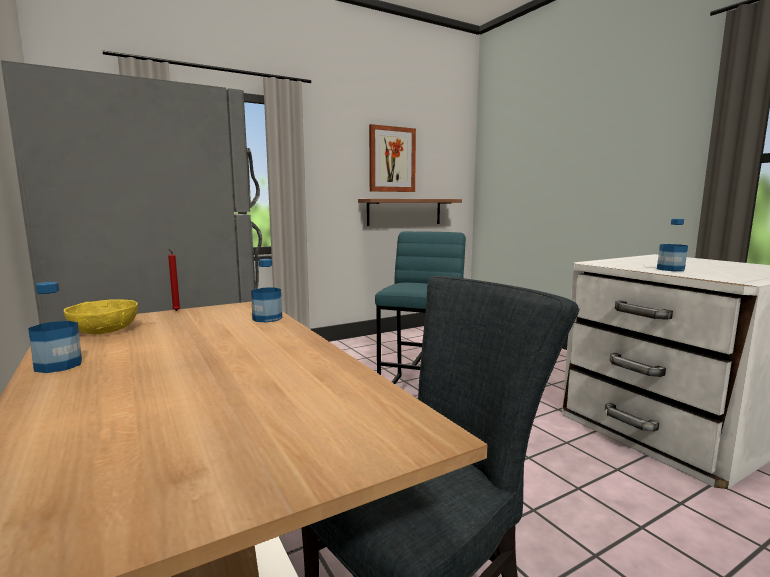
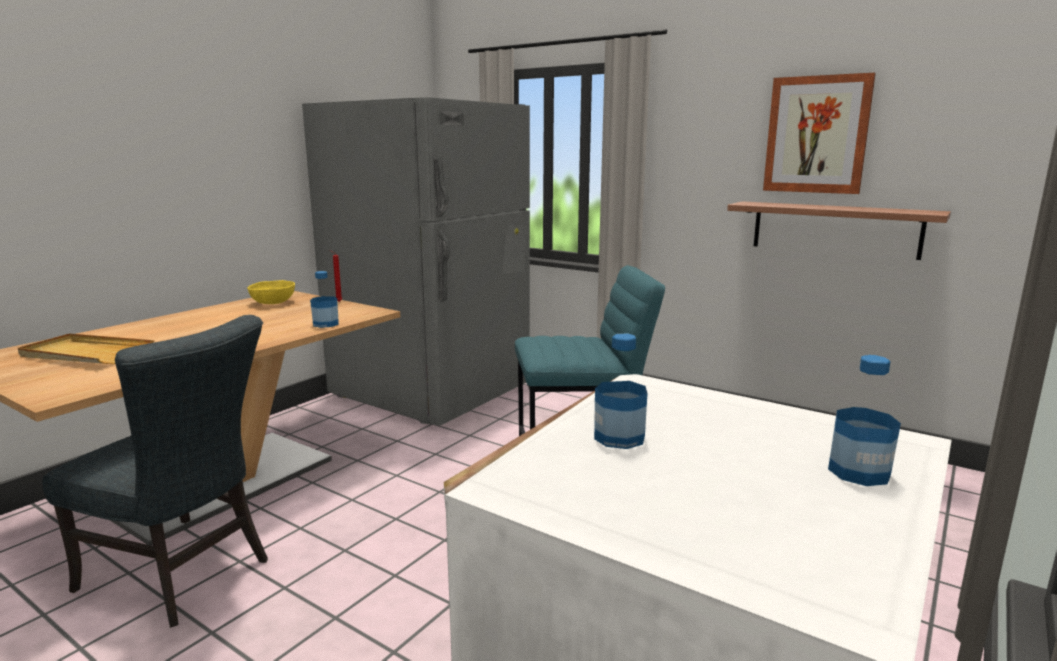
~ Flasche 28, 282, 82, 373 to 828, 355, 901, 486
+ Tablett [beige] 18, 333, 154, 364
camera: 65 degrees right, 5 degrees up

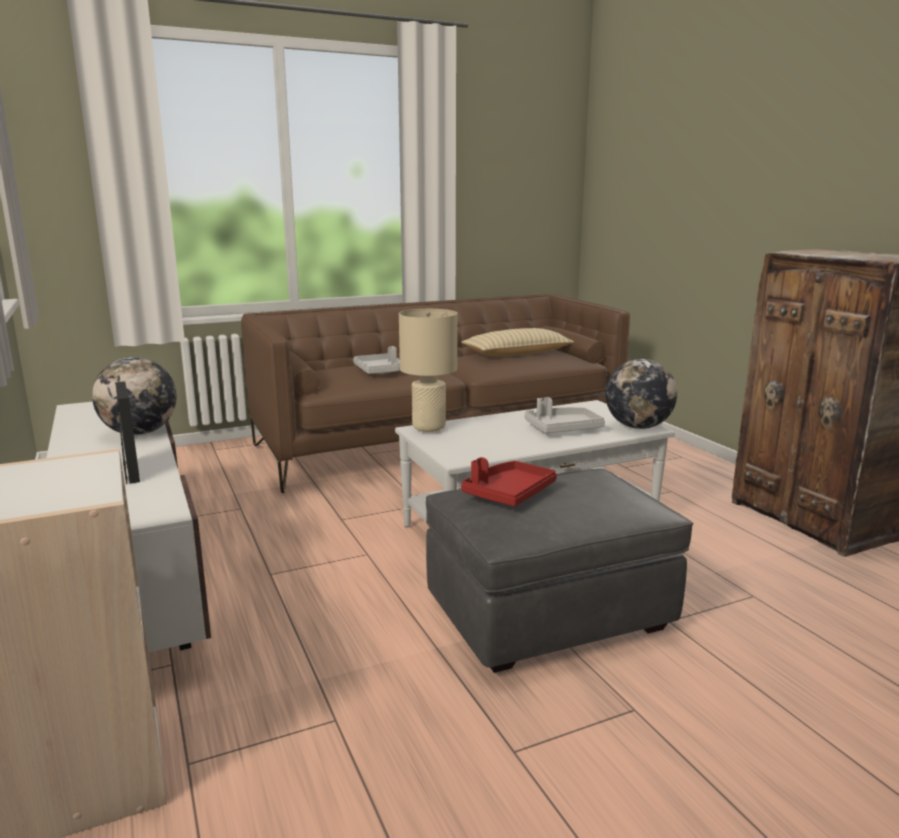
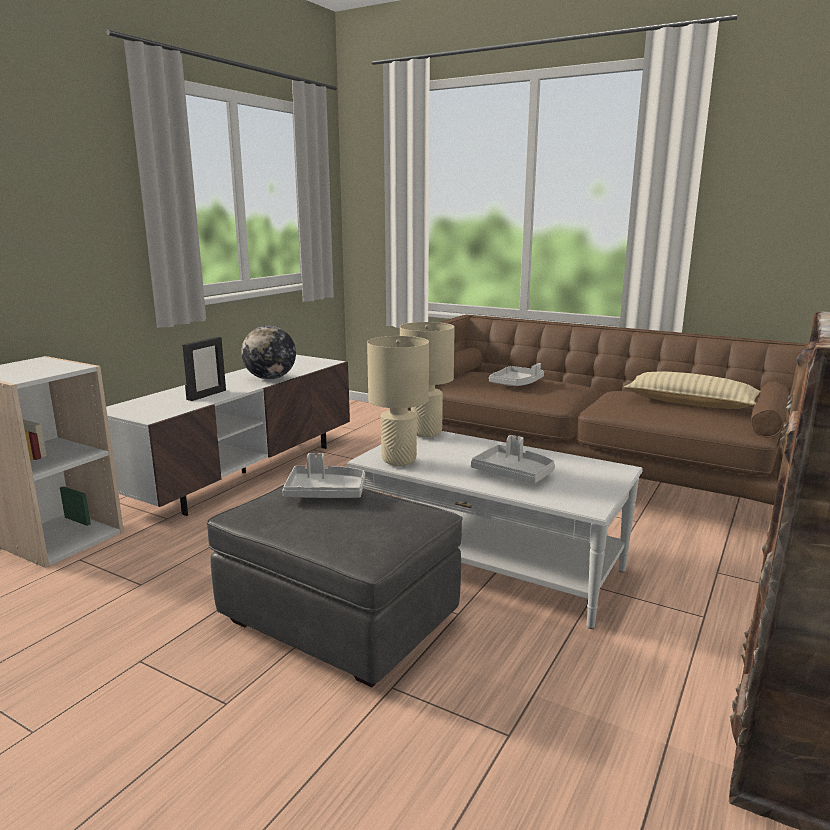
~ Tablett [rot] 461, 457, 557, 506 to Tablett [grau] 282, 453, 365, 498
- Globus 605, 359, 677, 429
+ Tischlampe [beige] 367, 336, 429, 466
camera: 55 degrees right, 0 degrees up

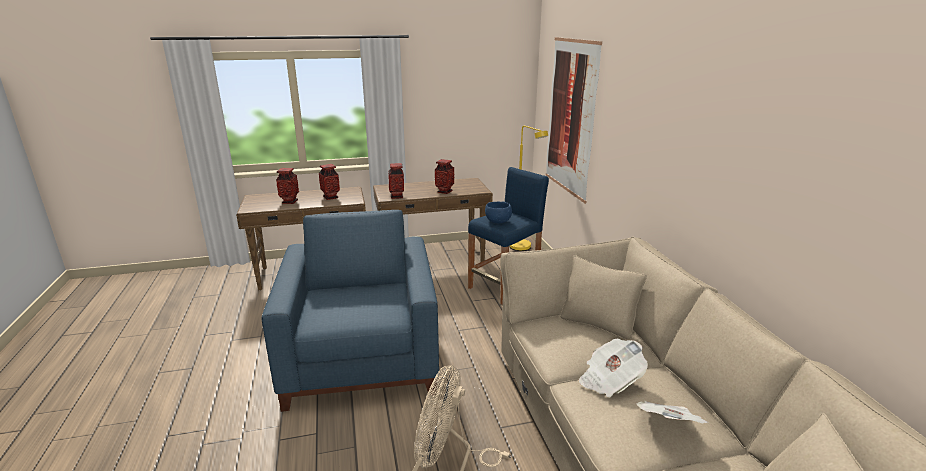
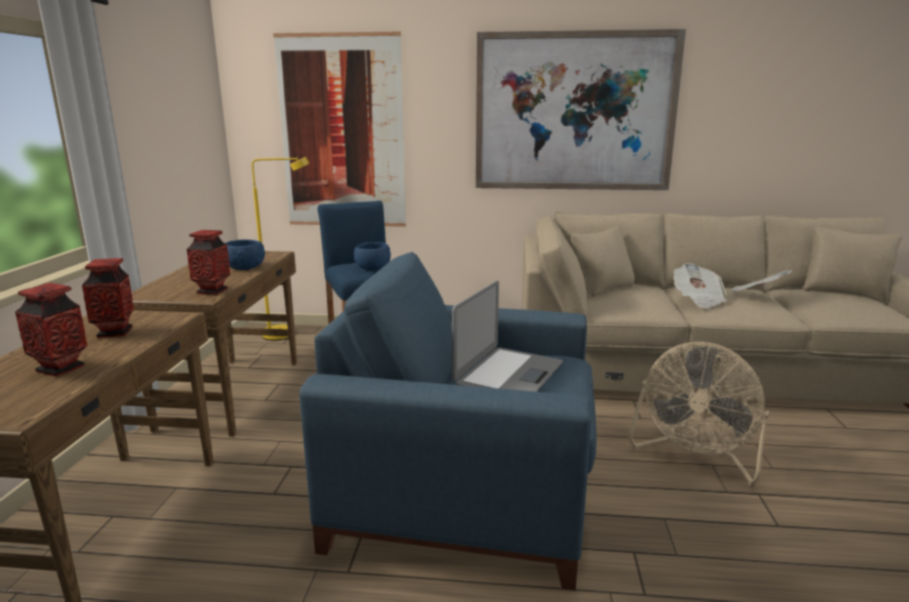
~ Vase 435, 159, 454, 194 to Schüssel [blau] 225, 239, 265, 270
+ Laptop 452, 281, 563, 392
+ Bild 476, 29, 686, 190
camera: 70 degrees left, 5 degrees down

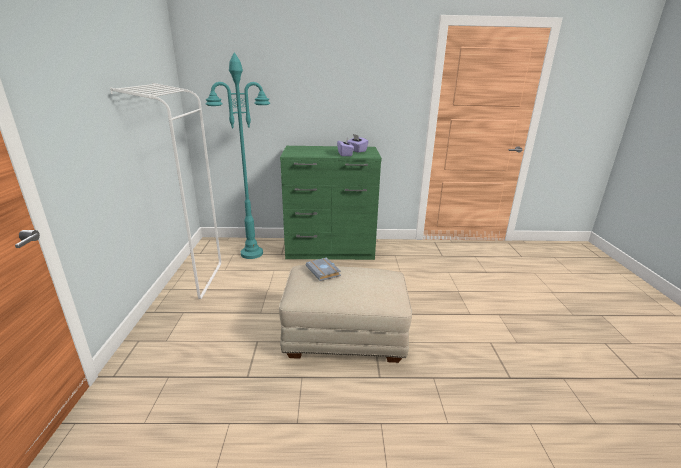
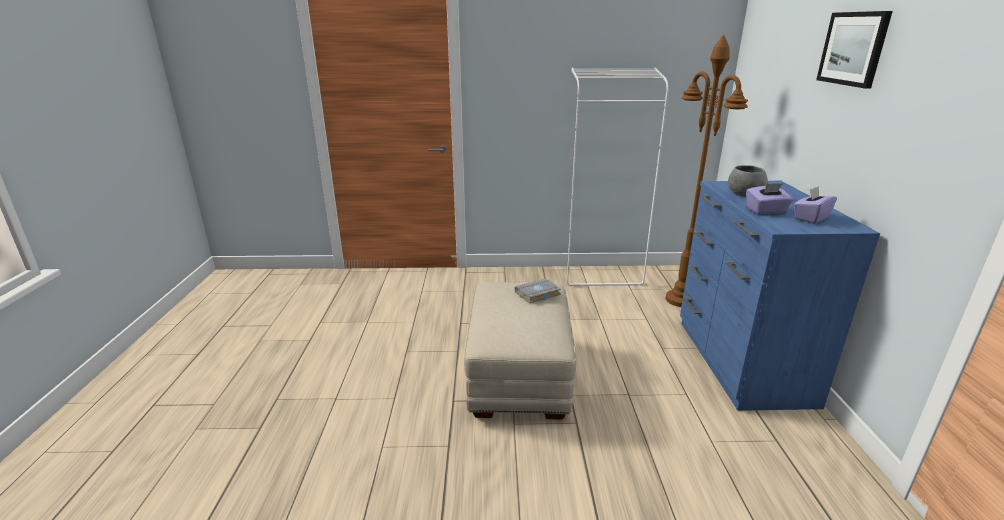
~ Stehlampe [türkis] 206, 52, 270, 259 to Stehlampe [braun] 666, 34, 748, 307
~ Kommode [grün] 280, 146, 382, 260 to Kommode [blau] 680, 181, 880, 411
+ Schüssel [grau] 728, 165, 768, 197
+ Bild 816, 11, 893, 89
camera: 90 degrees right, 0 degrees up

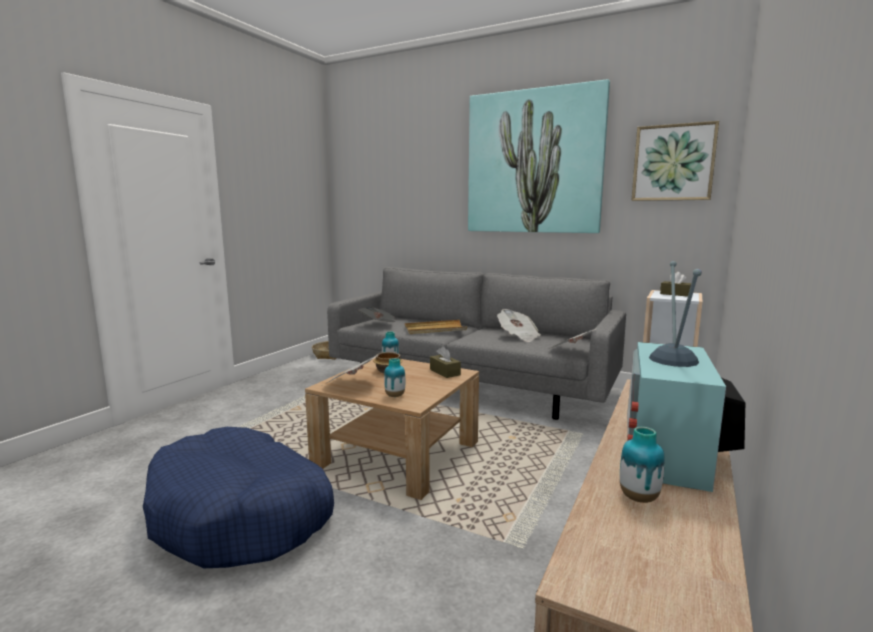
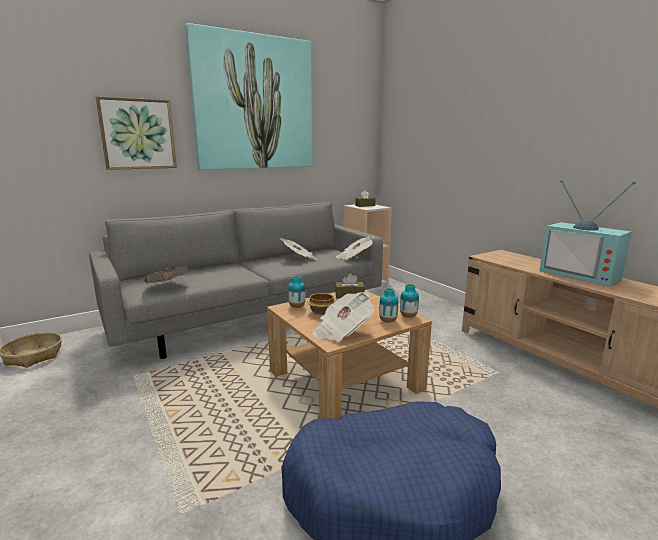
- Tablett [beige] 405, 320, 467, 334
~ Vase 620, 427, 665, 503 to 400, 284, 419, 318
~ Bild 631, 121, 719, 201 to 96, 96, 177, 170
camera: 60 degrees left, 5 degrees up

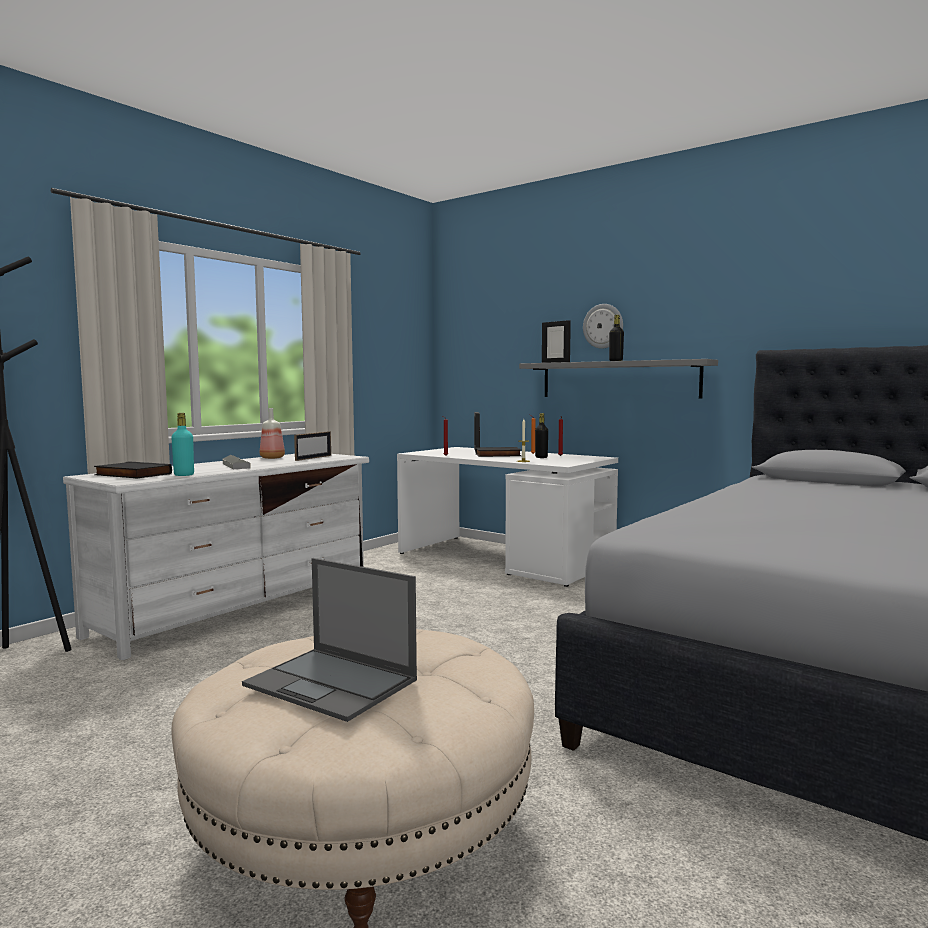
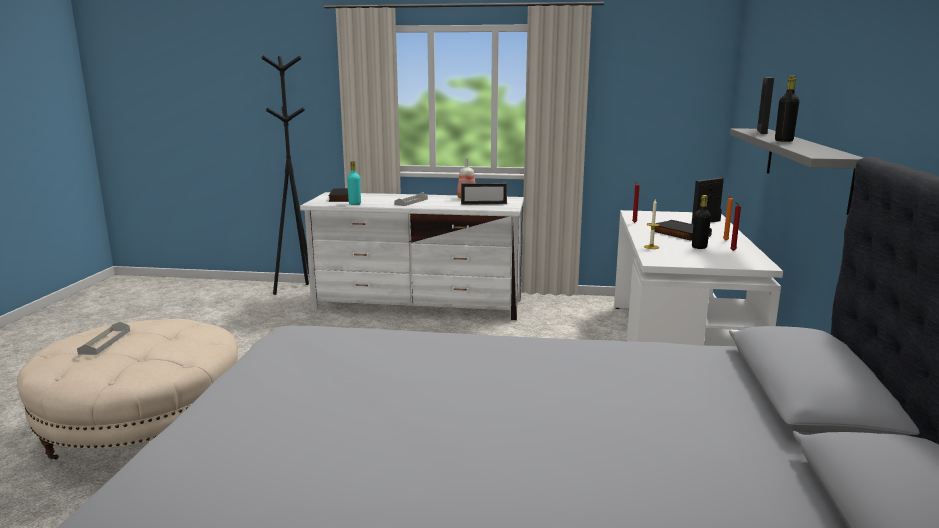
~ Laptop 242, 558, 417, 722 to Tablett [grau] 77, 322, 130, 355
- Wanduhr 583, 304, 623, 349
camera: 60 degrees right, 10 degrees up

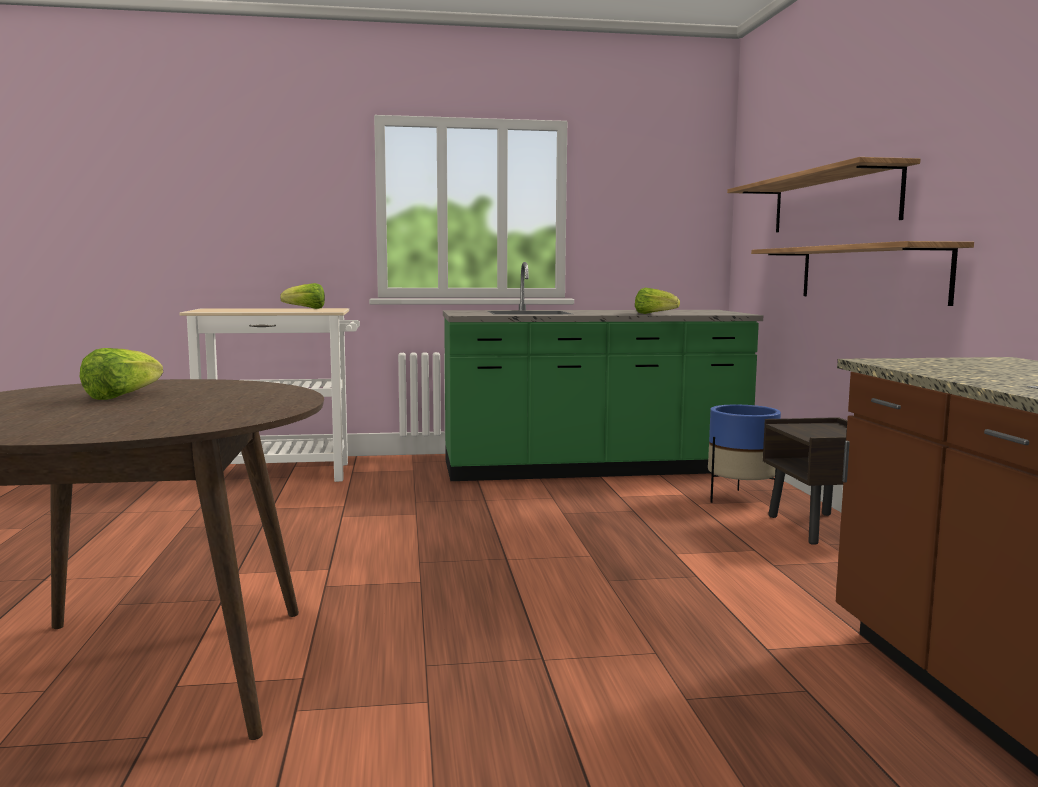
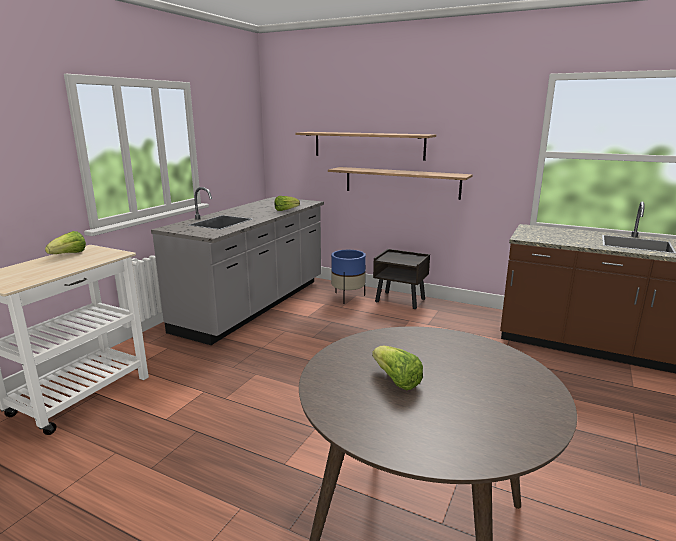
~ Küchenzeile [grün] 443, 262, 763, 481 to Küchenzeile [grau] 151, 187, 324, 345
camera: 55 degrees left, 10 degrees up

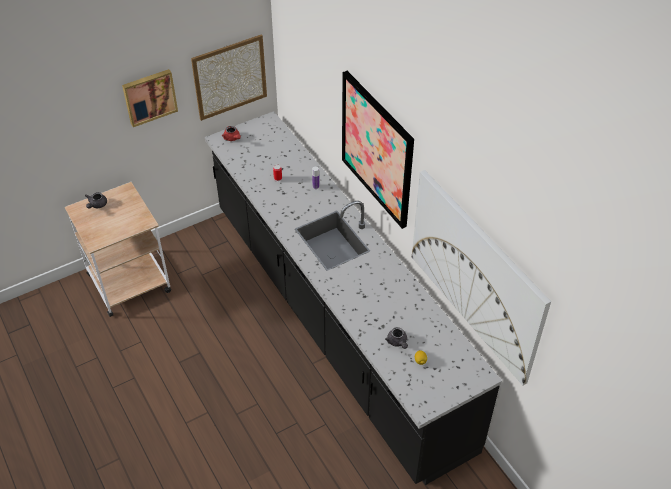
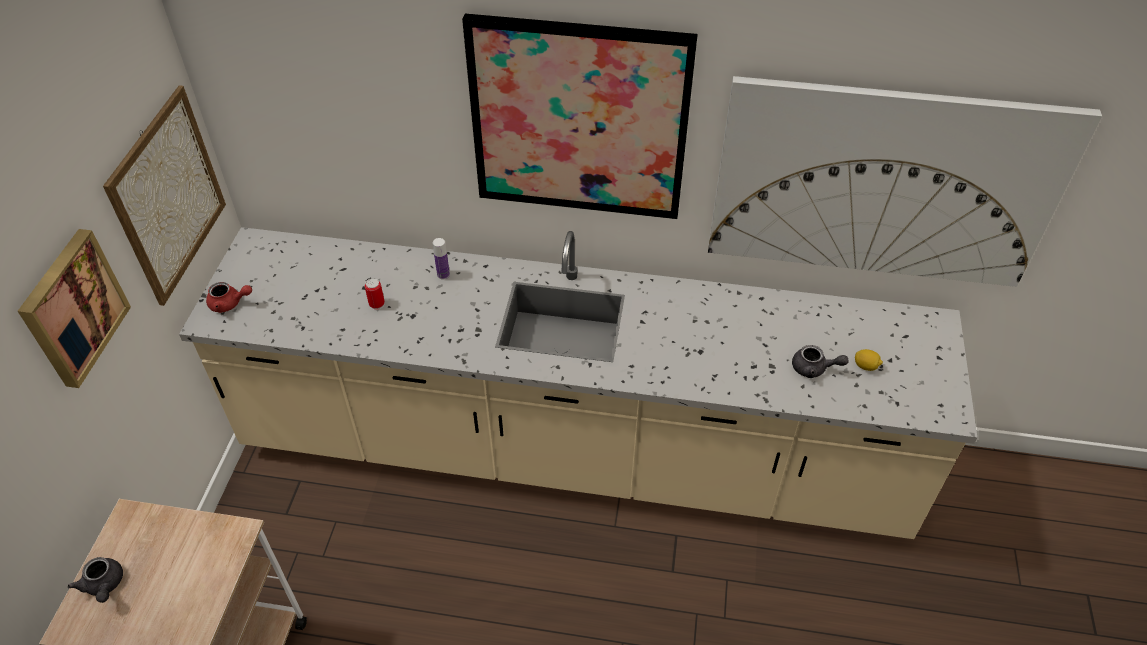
~ Küchenzeile [schwarz] 205, 111, 502, 485 to Küchenzeile [beige] 179, 227, 977, 539
camera: 50 degrees left, 0 degrees up

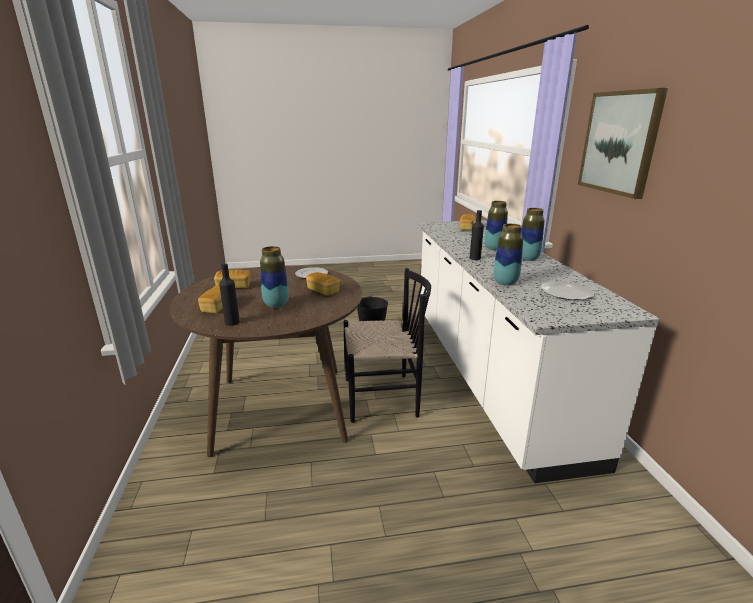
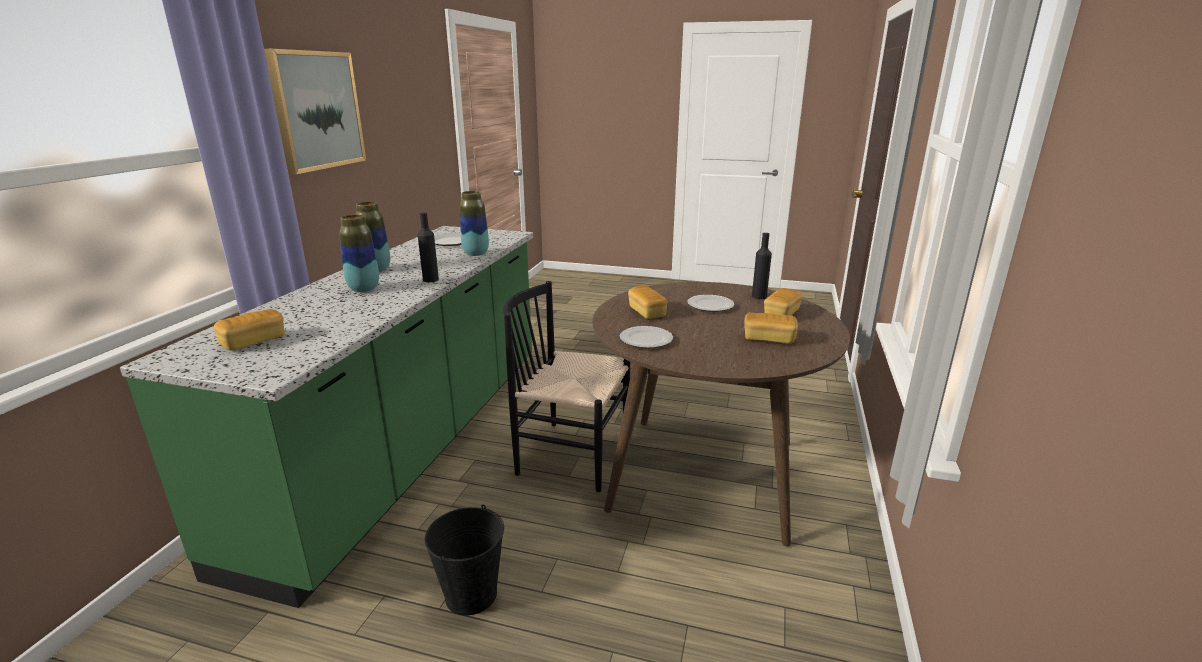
~ Vase 260, 246, 289, 308 to Teller 687, 295, 734, 312
~ Küchenzeile [weiß] 418, 220, 660, 483 to Küchenzeile [grün] 120, 226, 533, 608
camera: 155 degrees left, 0 degrees up

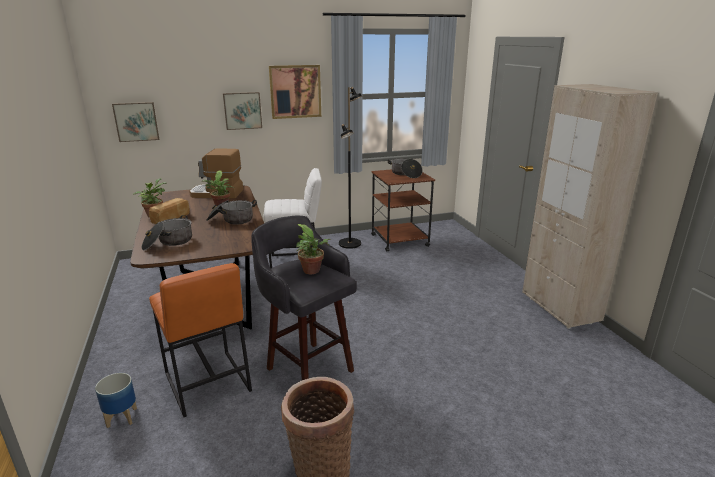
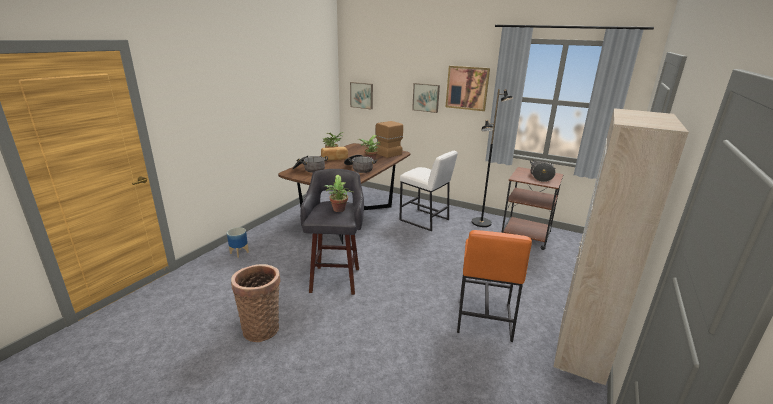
~ Stuhl [orange] 149, 263, 252, 417 to 457, 230, 532, 342
camera: 45 degrees right, 0 degrees up

